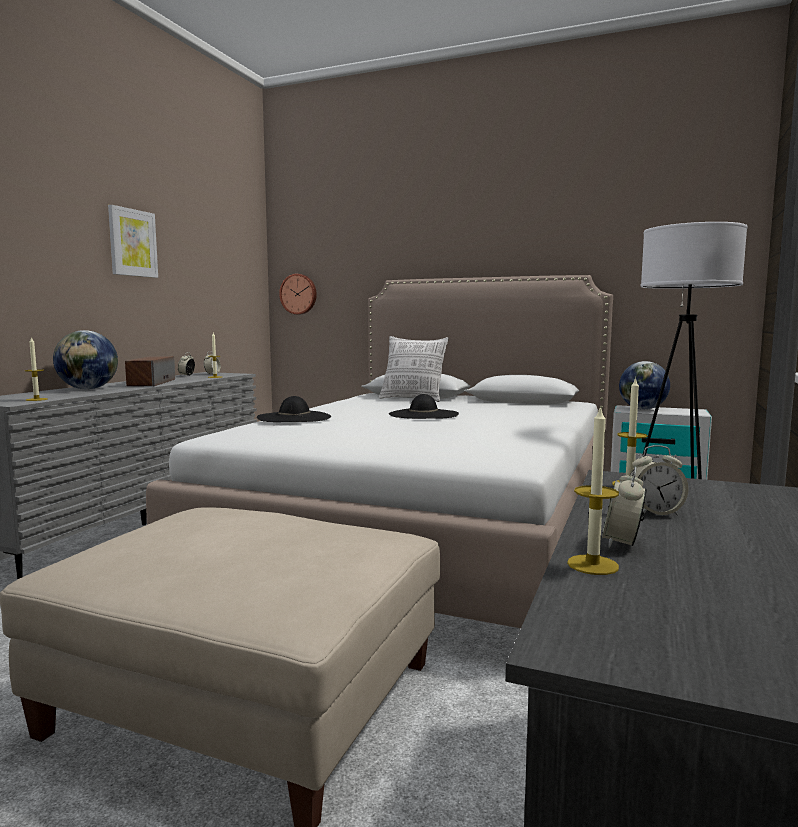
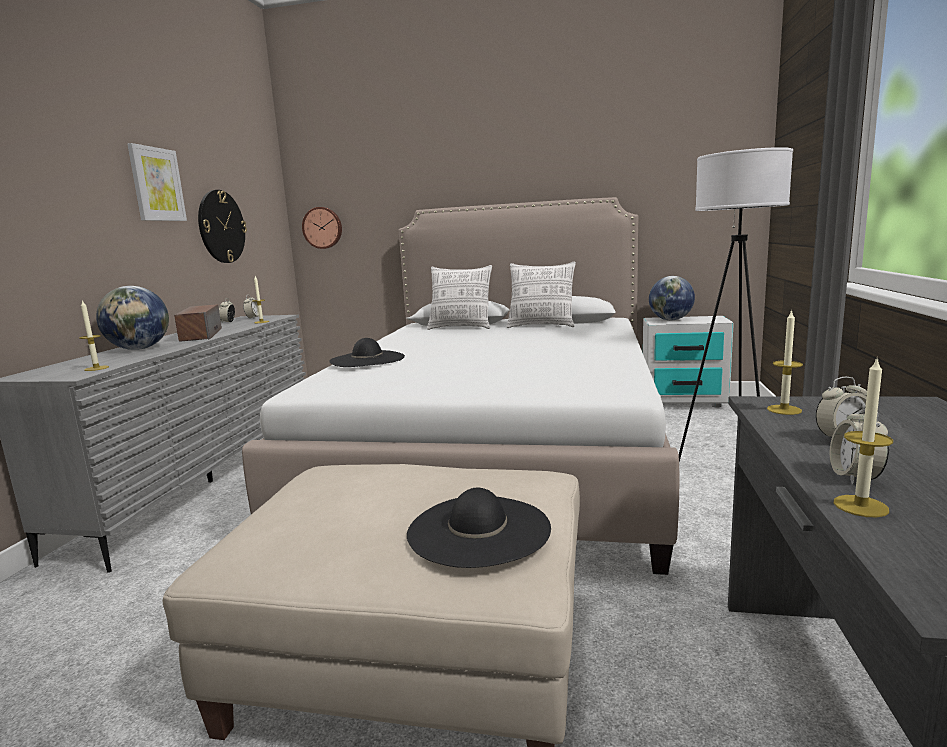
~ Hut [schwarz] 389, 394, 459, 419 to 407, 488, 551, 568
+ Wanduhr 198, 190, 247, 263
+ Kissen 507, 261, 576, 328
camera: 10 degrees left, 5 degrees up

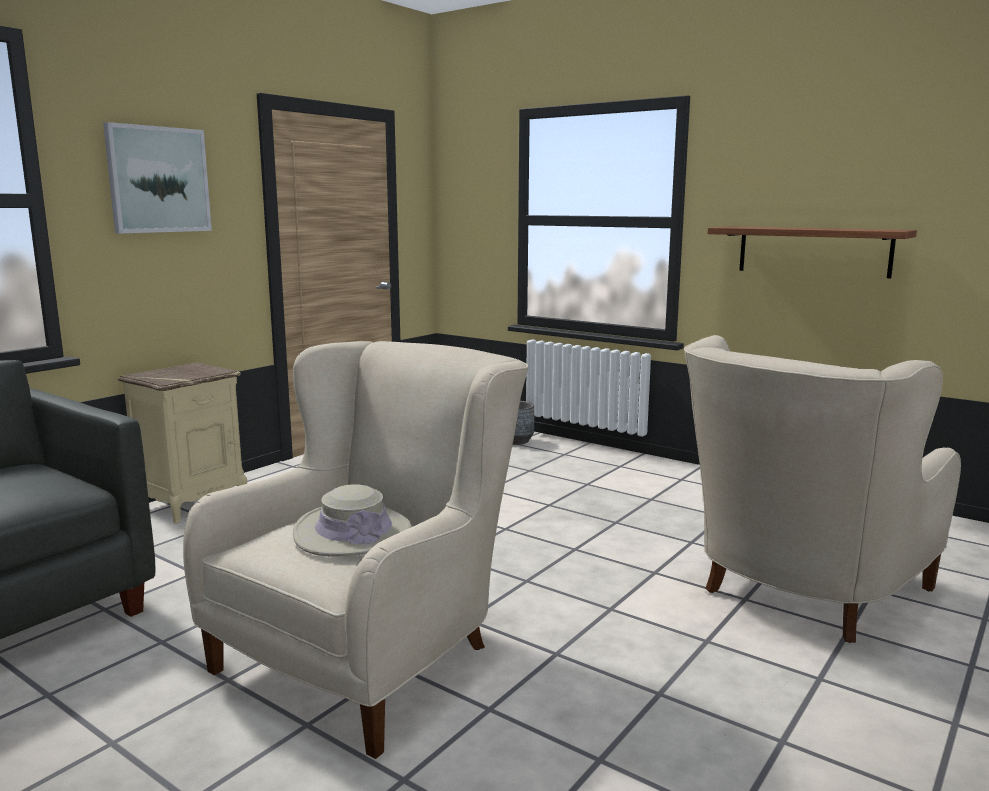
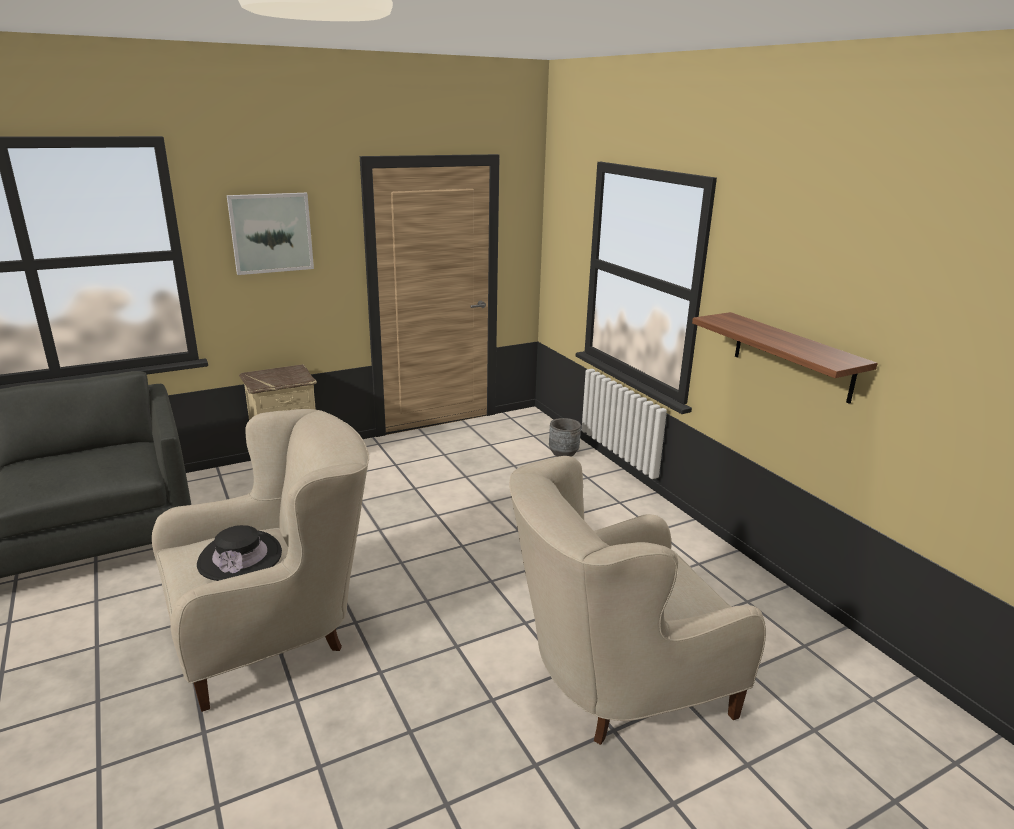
~ Hut [beige] 293, 484, 412, 557 to Hut [schwarz] 197, 525, 282, 581
camera: 25 degrees right, 10 degrees up

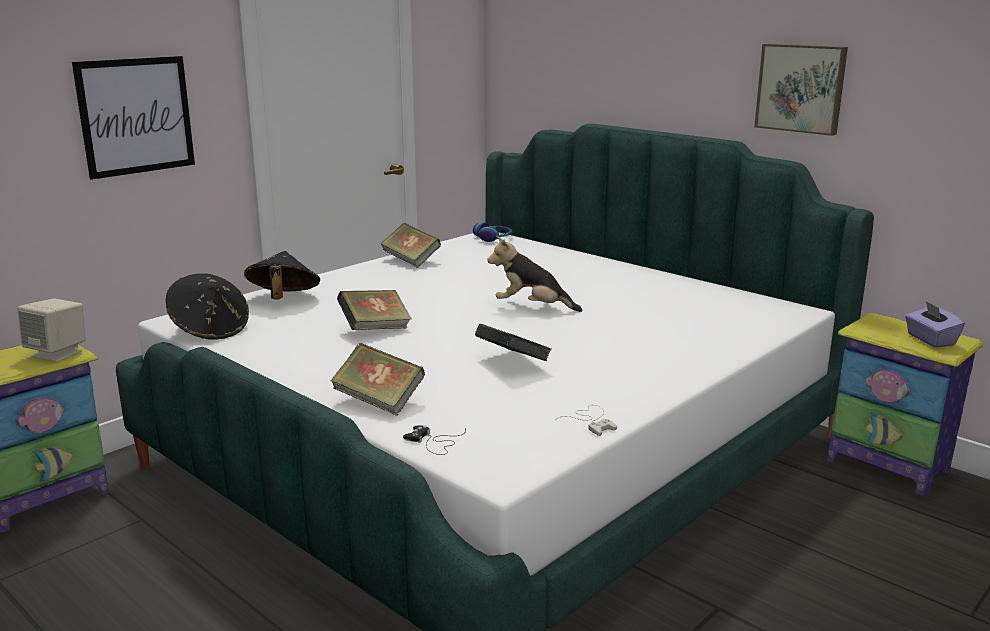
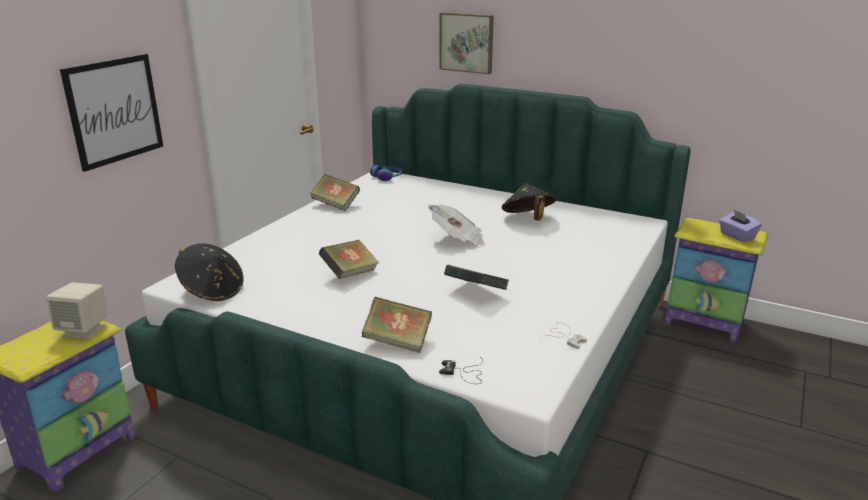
~ Hut [schwarz] 244, 251, 320, 300 to 502, 183, 556, 221
~ Plüschtier 487, 236, 582, 312 to Zeitung 428, 204, 485, 246
~ Bild 754, 44, 848, 136 to 439, 12, 494, 74
camera: 15 degrees left, 5 degrees up

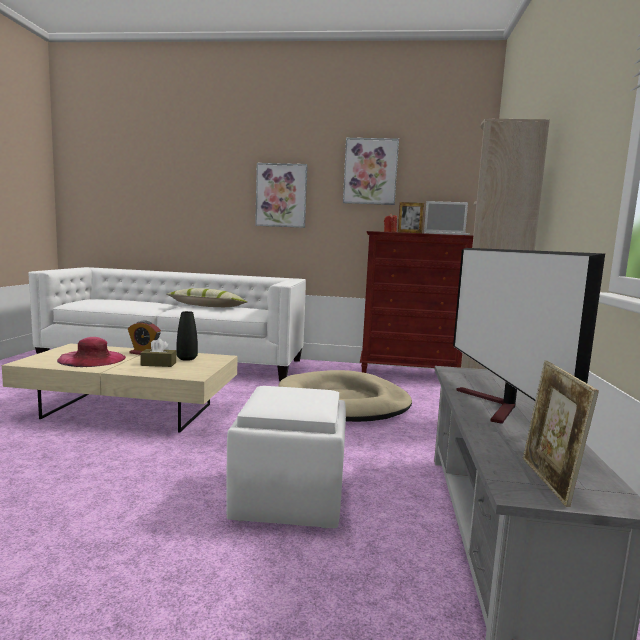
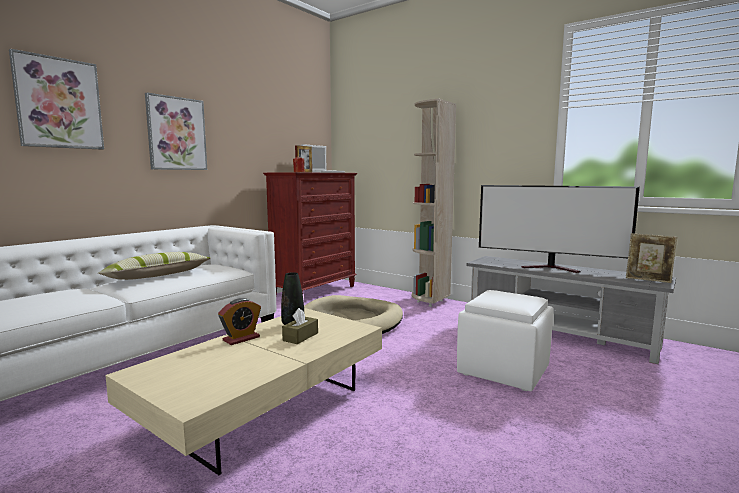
- Hut [rosa] 57, 337, 126, 367
~ Bild 343, 138, 399, 205 to 9, 49, 104, 150
camera: 60 degrees left, 0 degrees up

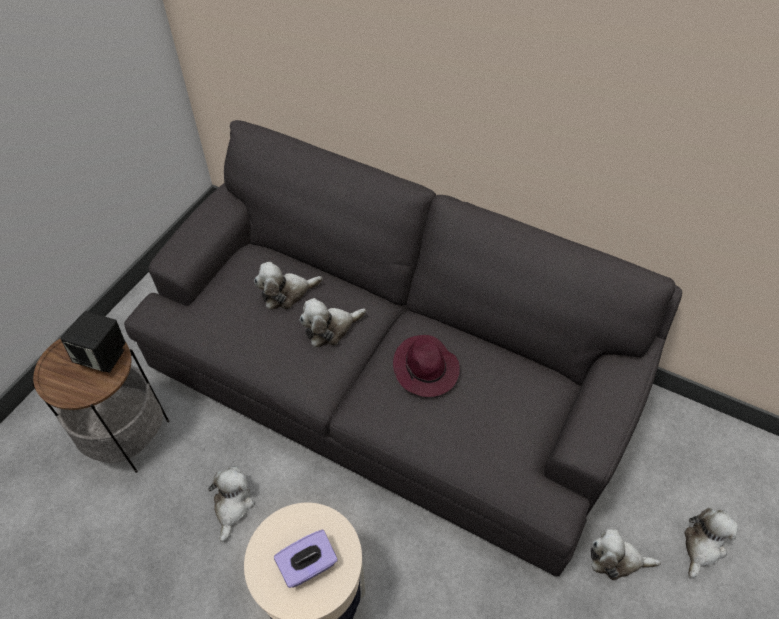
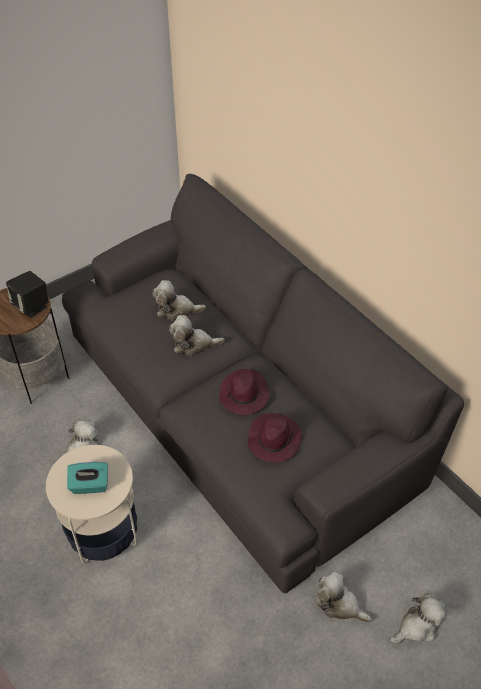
~ Taschentuchbox [lila] 274, 530, 338, 588 to Taschentuchbox [türkis] 67, 462, 108, 494
+ Hut [lila] 248, 413, 302, 463
camera: 25 degrees right, 5 degrees down

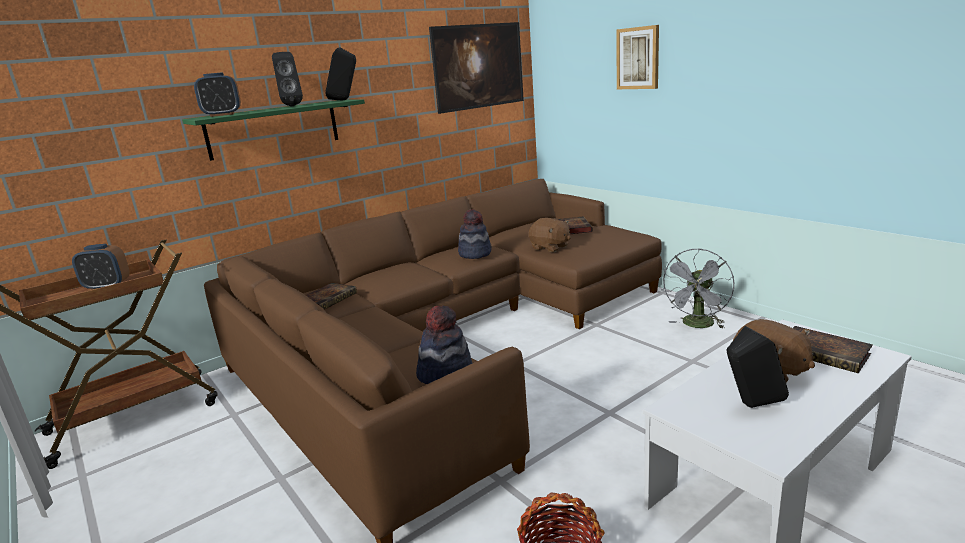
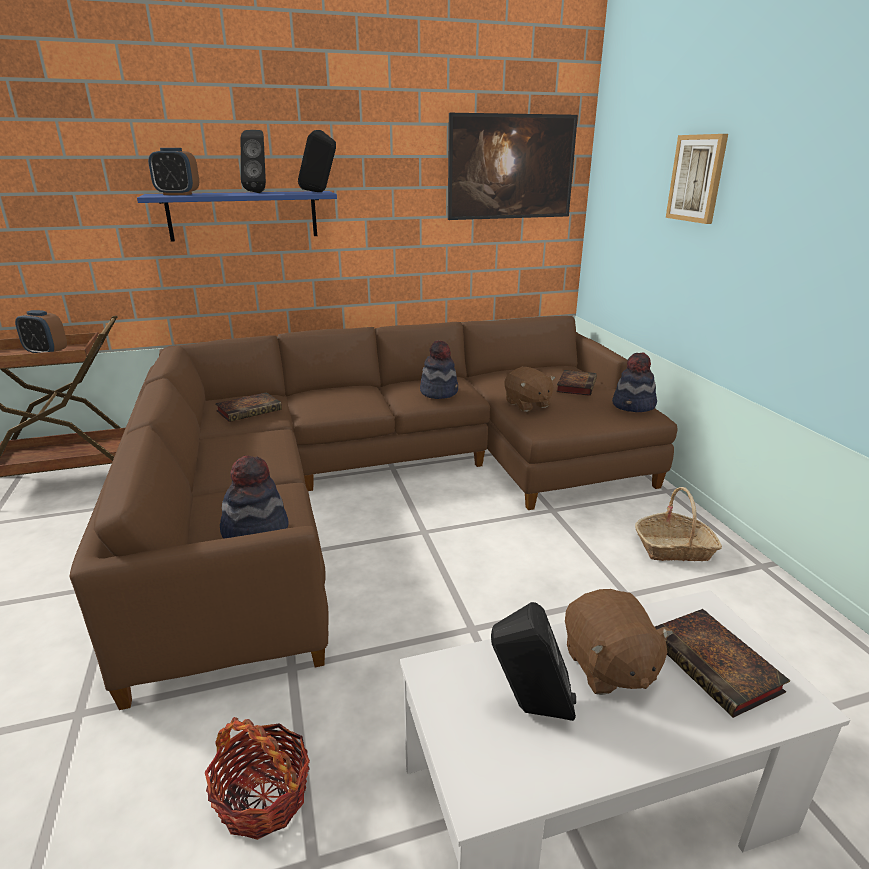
~ Wandregal [grün] 182, 99, 365, 161 to Wandregal [blau] 137, 191, 337, 241
~ Ventilator [grau] 663, 249, 734, 328 to Korb 635, 487, 722, 561
+ Hut 612, 353, 657, 412
camera: 20 degrees right, 5 degrees up

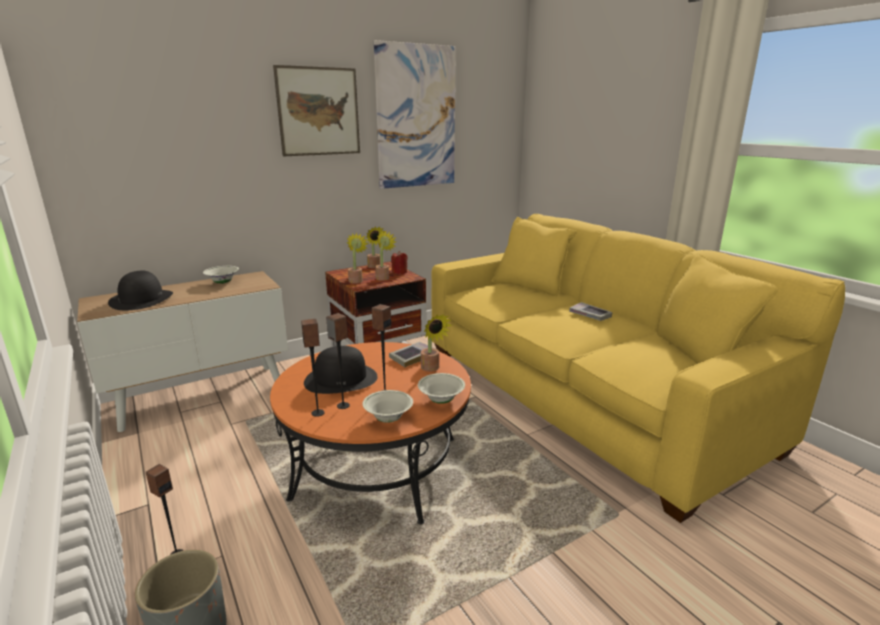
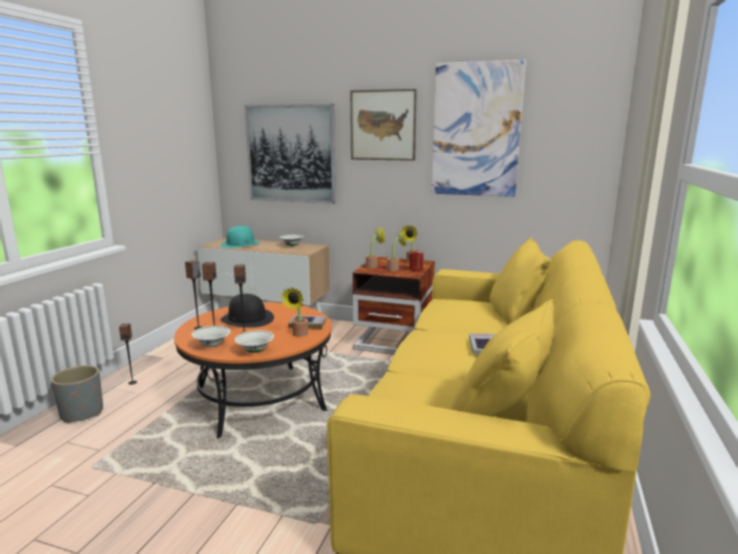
~ Hut [schwarz] 108, 271, 173, 310 to Hut [türkis] 220, 226, 260, 248
+ Bild 245, 104, 336, 204
camera: 50 degrees right, 5 degrees down

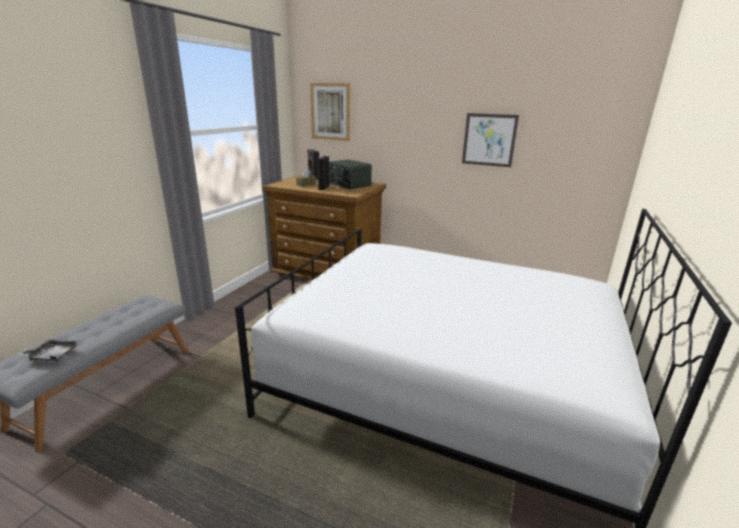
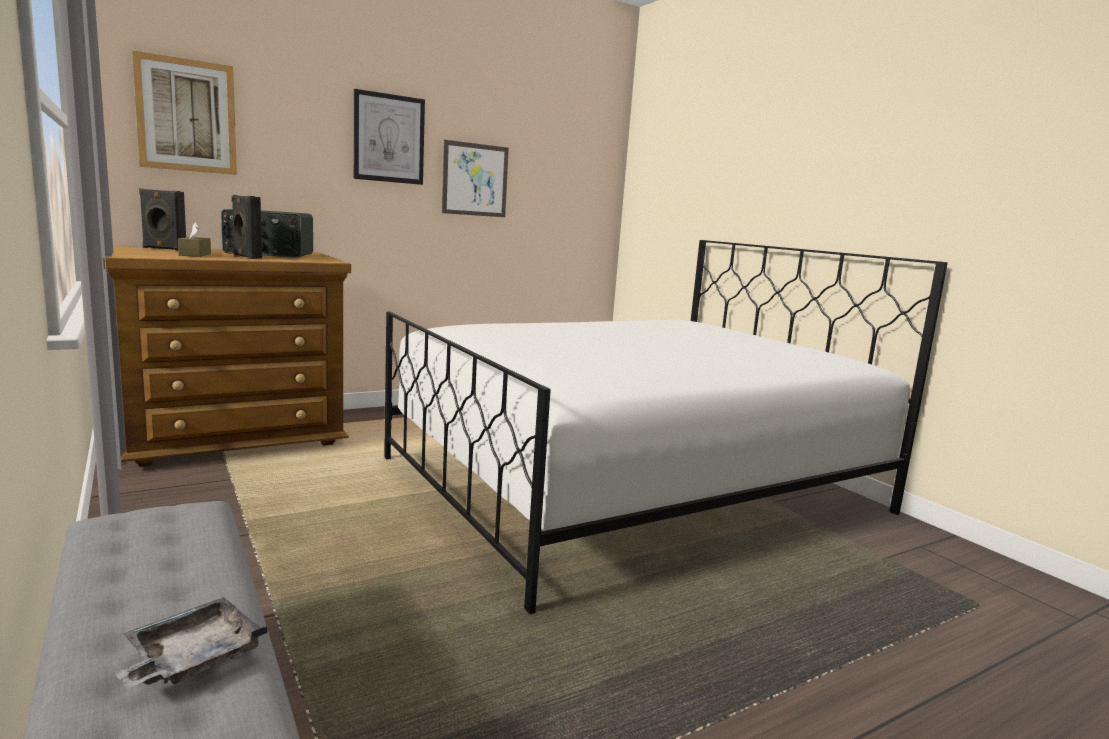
+ Bild 354, 89, 425, 185
camera: 55 degrees left, 10 degrees down

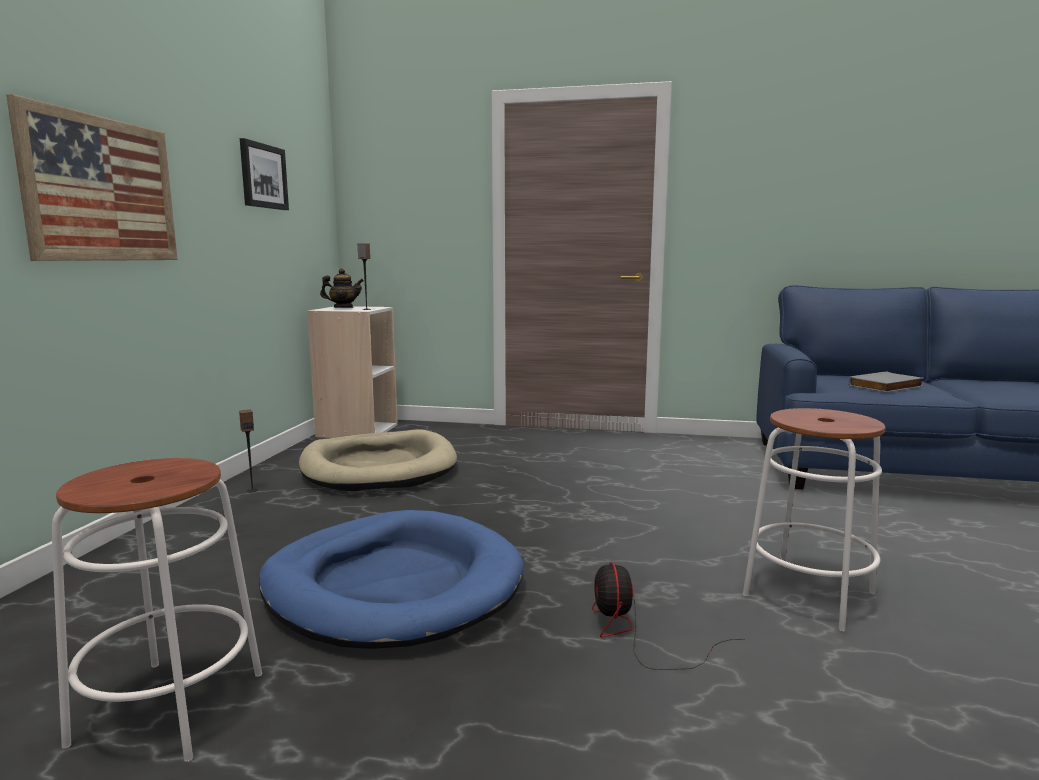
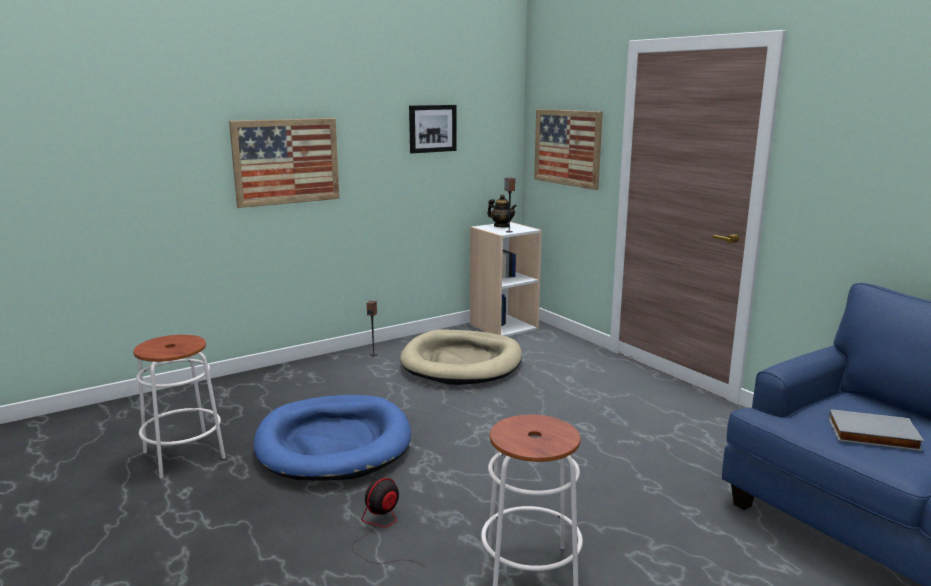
+ Bild 534, 109, 603, 190
camera: 45 degrees right, 5 degrees up

